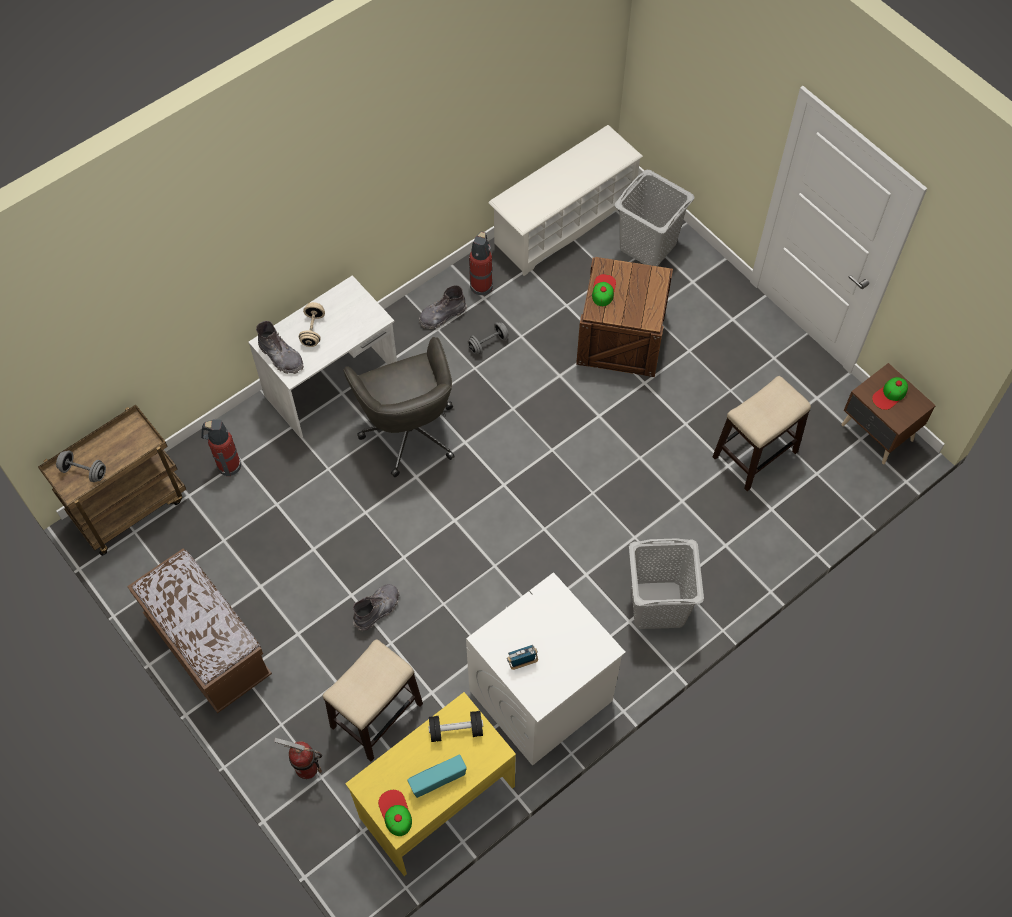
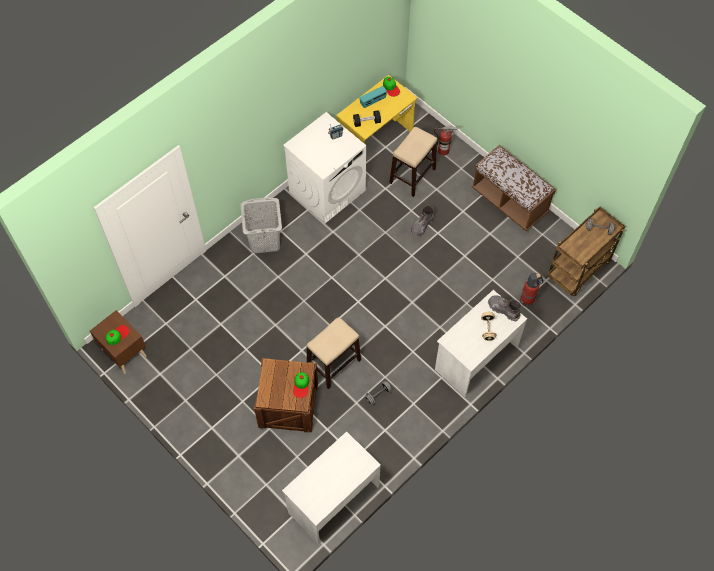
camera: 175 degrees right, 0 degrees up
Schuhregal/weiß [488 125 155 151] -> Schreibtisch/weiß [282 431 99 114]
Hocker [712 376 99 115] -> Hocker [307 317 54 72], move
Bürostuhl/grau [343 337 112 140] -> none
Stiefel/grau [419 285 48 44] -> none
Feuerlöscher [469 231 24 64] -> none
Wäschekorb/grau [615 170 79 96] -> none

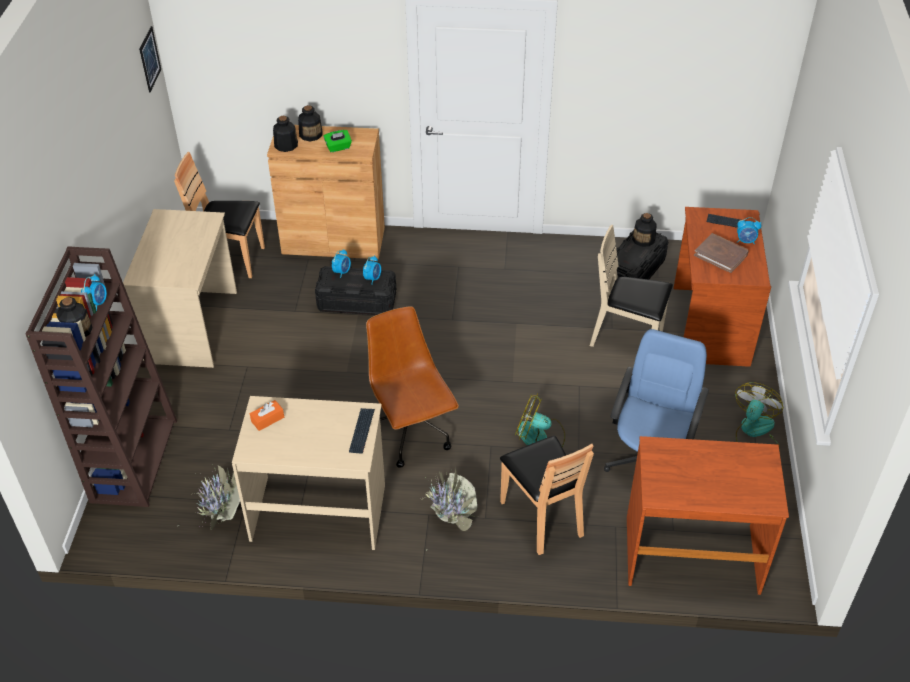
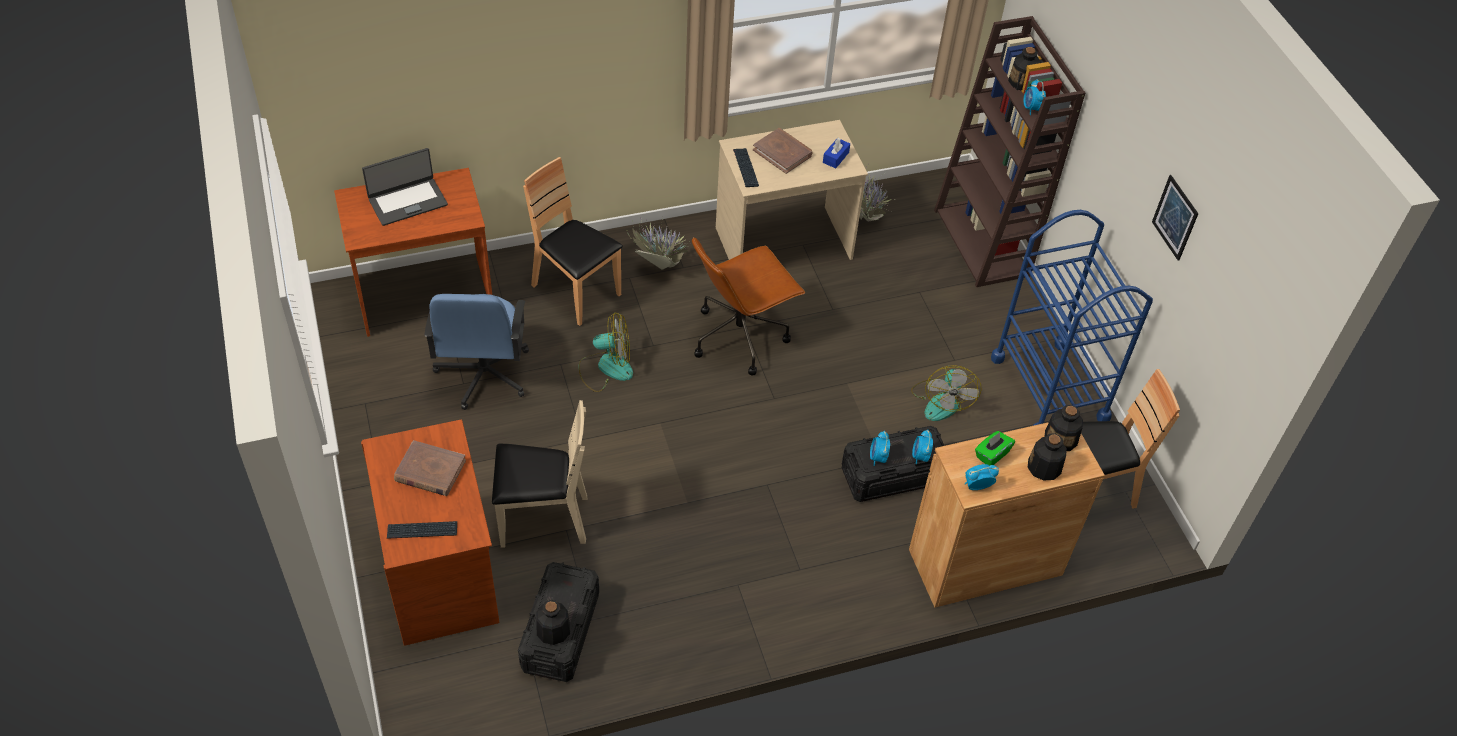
camera: 155 degrees right, 5 degrees up
none -> Laptop [362 148 86 78]
Bürostuhl/braun [366 306 93 162] -> Bürostuhl/braun [692 237 113 139], 105 degrees clockwise
none -> Buch/braun [753 128 60 46]
Taschentuchbox/orange [250 400 34 31] -> Taschentuchbox/blau [823 137 27 31]
Ventilator [735 382 48 65] -> Ventilator [911 365 70 56], move
Wecker [737 217 24 27] -> Wecker [965 464 34 26], move
Schreibtisch/beige [123 209 114 159] -> Rollwagen/blau [991 210 162 216]
Bild [139 26 22 67] -> Bild [1152 175 46 86], move

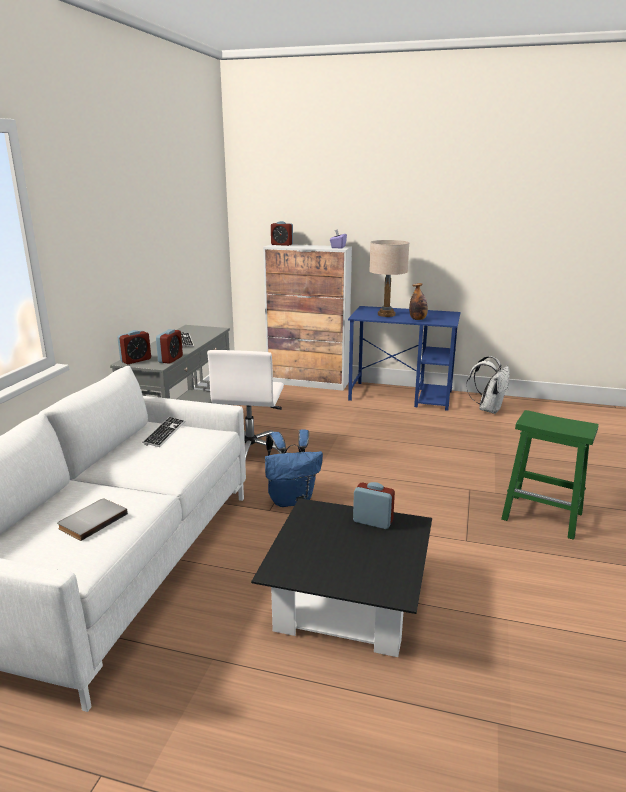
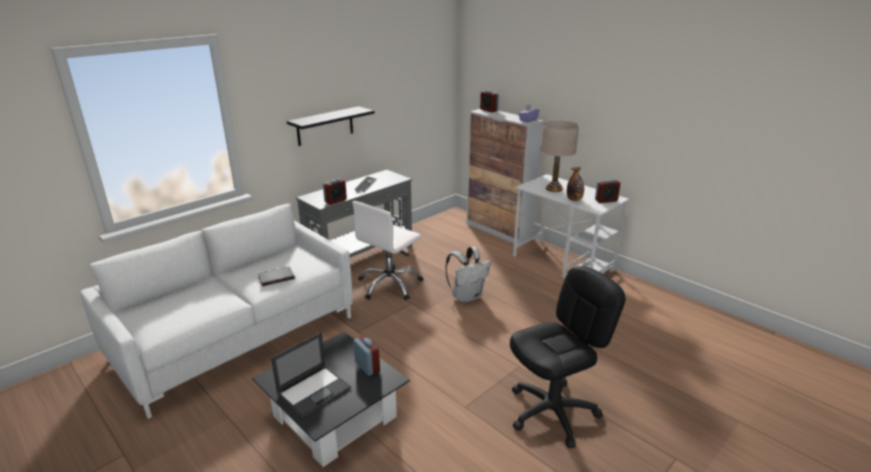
camera: 30 degrees right, 5 degrees up
Buch/grau [57 499 71 42] -> Buch/grau [258 266 37 20], move
none -> Laptop [271 332 80 86]
none -> Wandregal/schwarz [287 106 88 40]
Rucksack/weiß [466 356 44 58] -> Rucksack/weiß [445 247 46 56], move
Hocker/grün [501 410 98 130] -> Bürostuhl/schwarz [510 266 115 182]
Schreibtisch/blau [348 306 112 105] -> Schreibtisch/weiß [513 174 116 104]
Wecker [117 330 34 34] -> Wecker [595 179 25 24], move
Tastatur [142 417 43 30] -> none
Rucksack/blau [265 429 58 78] -> none

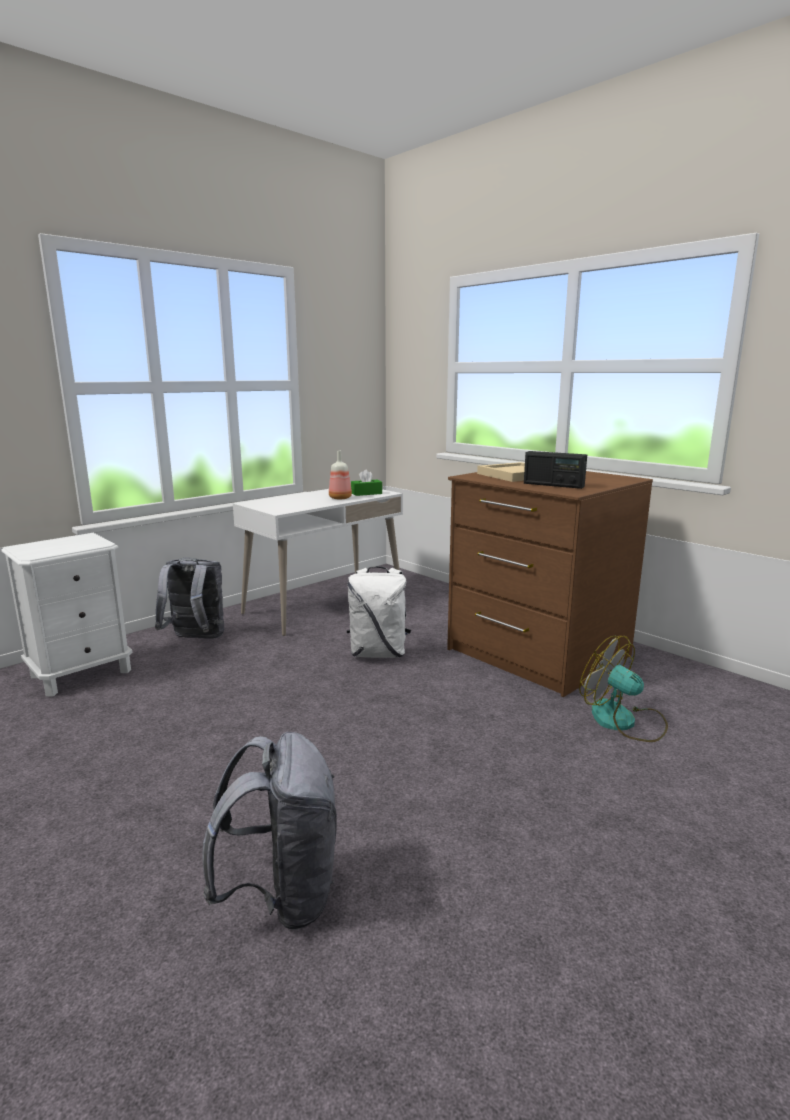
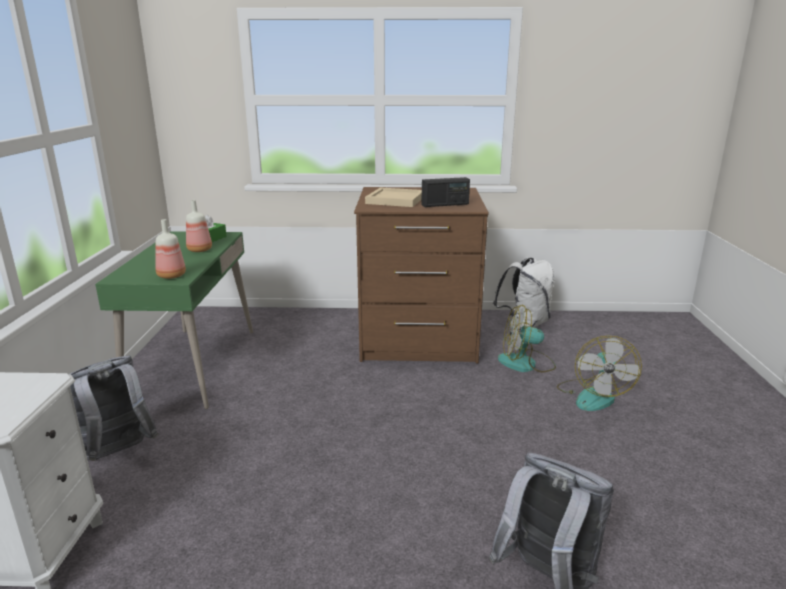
camera: 45 degrees left, 5 degrees up
Schreibtisch/weiß [233 489 170 147] -> Schreibtisch/grün [95 231 158 178]
none -> Flasche [155 219 31 60]
Rucksack/weiß [347 566 64 92] -> Rucksack/weiß [493 258 62 73], move
none -> Ventilator [557 335 85 76]

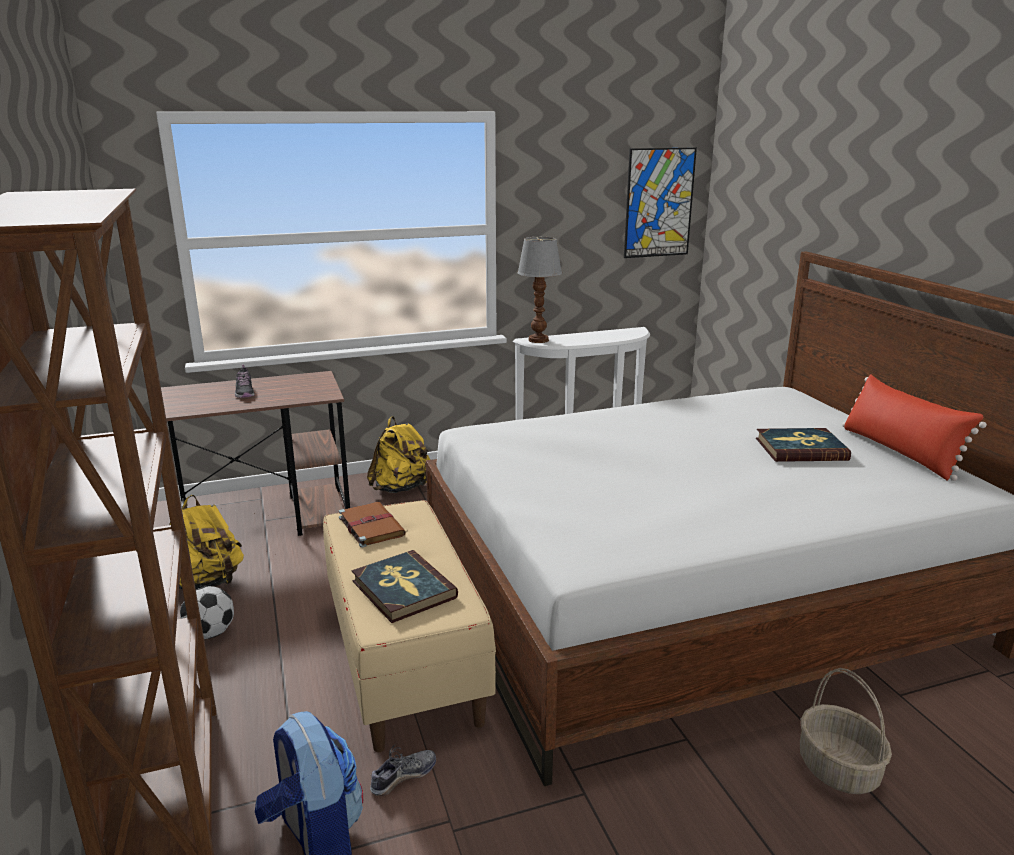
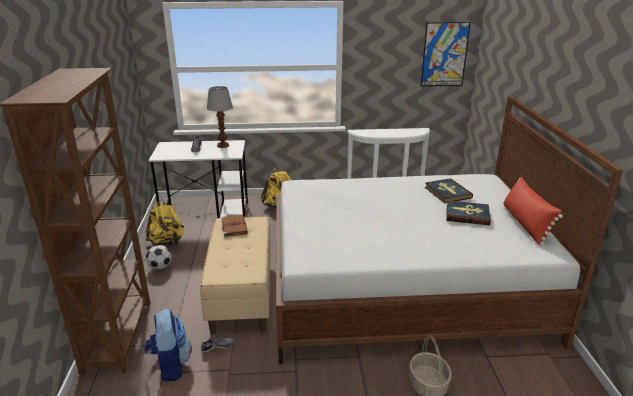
camera: 15 degrees right, 5 degrees up
Schreibtisch/braun [161 371 189 165] -> Schreibtisch/weiß [148 140 100 78]
Tischlampe [517 237 45 106] -> Tischlampe [207 86 26 62], move
Buch [352 550 106 73] -> Buch [425 178 48 25], move

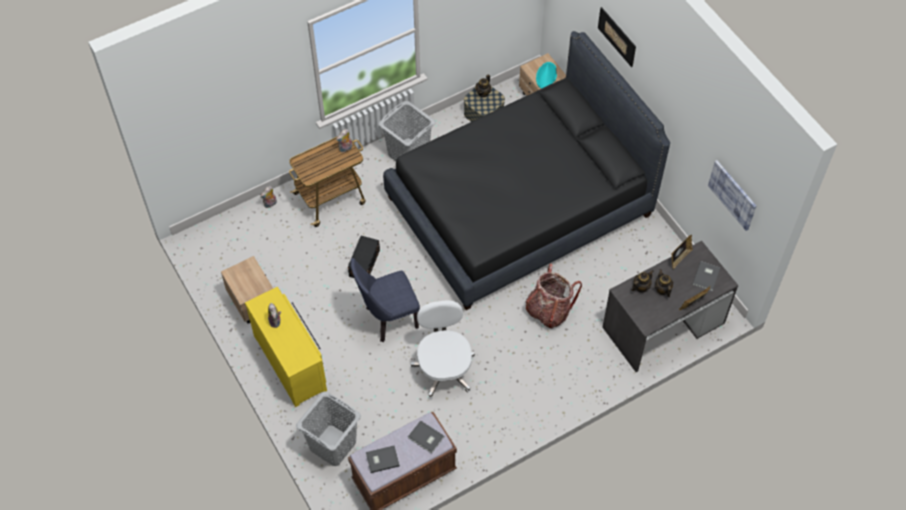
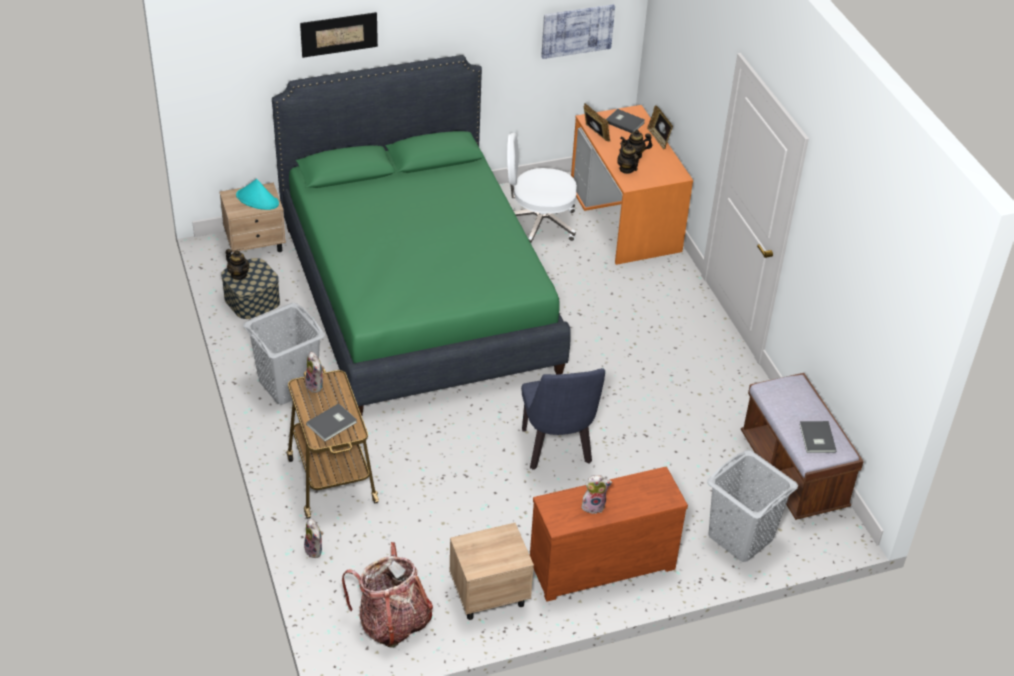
camera: 80 degrees left, 15 degrees down
Bett/schwarz [383 31 287 279] -> Bett/grün [272 55 299 361]
Buch/grau [408 420 37 34] -> Buch/grau [306 403 51 38], move
Rucksack [526 264 56 64] -> Rucksack [342 542 91 106], move
Bürostuhl/weiß [410 300 65 98] -> Bürostuhl/weiß [507 133 70 112], move
Kommode/gelb [245 287 82 120] -> Kommode/braun [530 467 158 135]
Schreibtisch/grau [602 241 136 131] -> Schreibtisch/orange [571 105 122 160]
Aufbewahrungsbox/schwarz [348 236 32 42] -> none

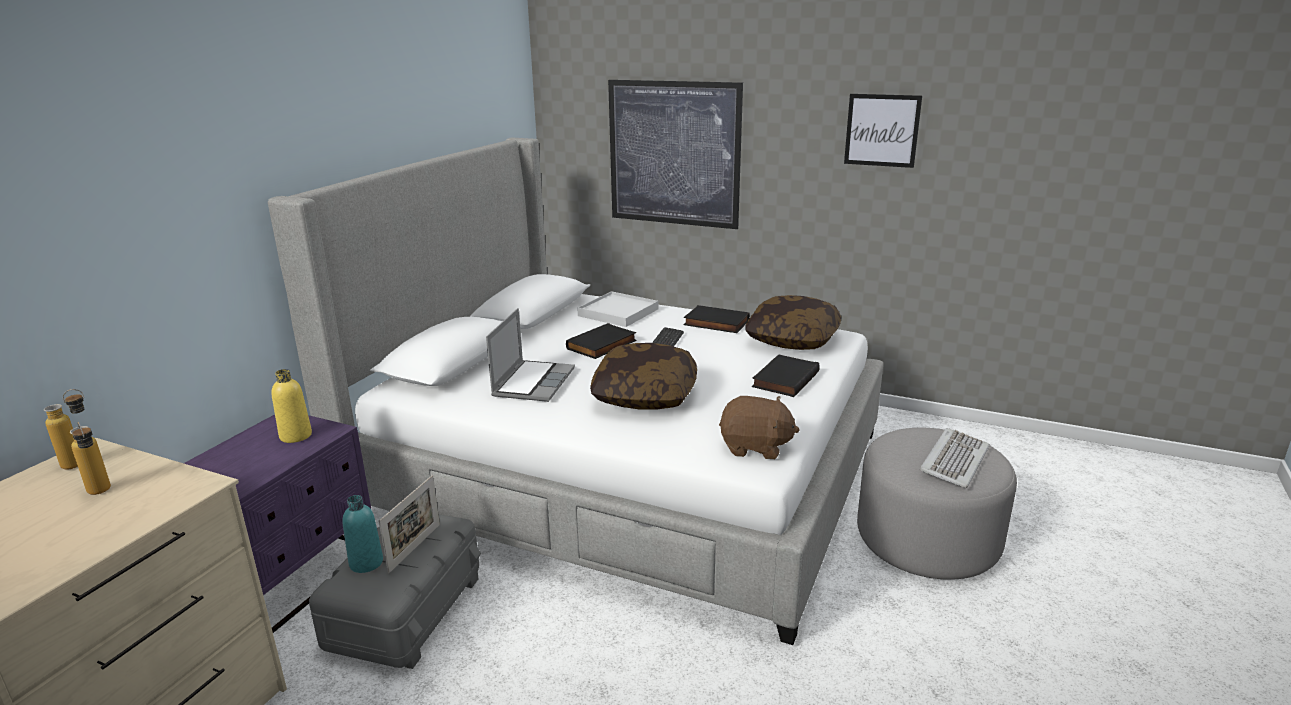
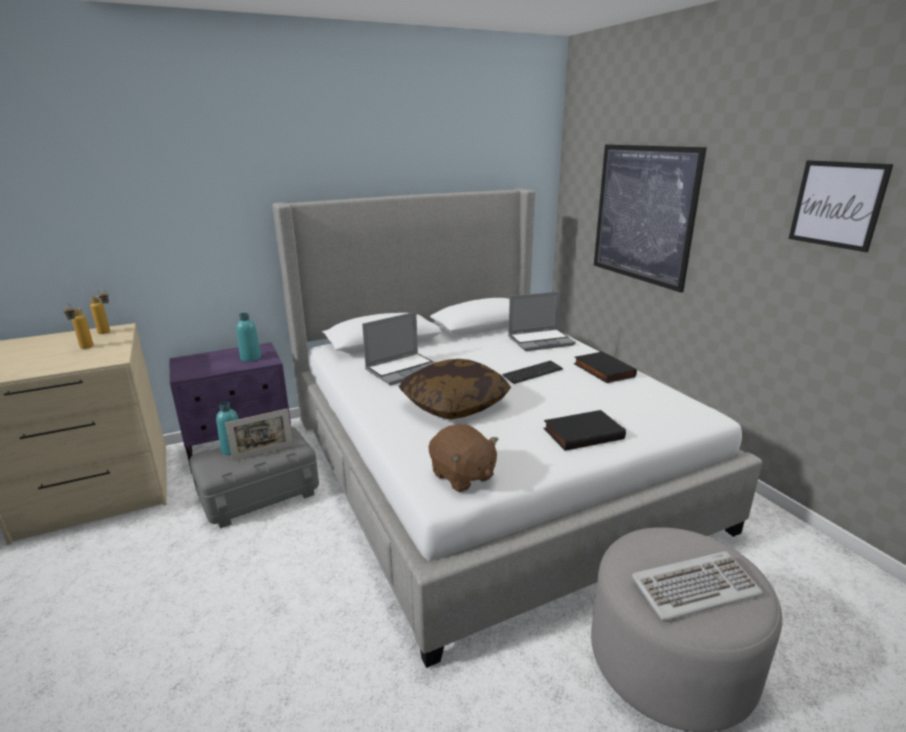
camera: 40 degrees right, 0 degrees up
Flasche/gelb [271 369 41 74] -> Flasche/türkis [236 313 25 49]
Tablett/weiß [577 291 81 36] -> Laptop [508 291 68 60]
Buch/schwarz [566 323 71 36] -> none
Kissen [745 295 96 55] -> none

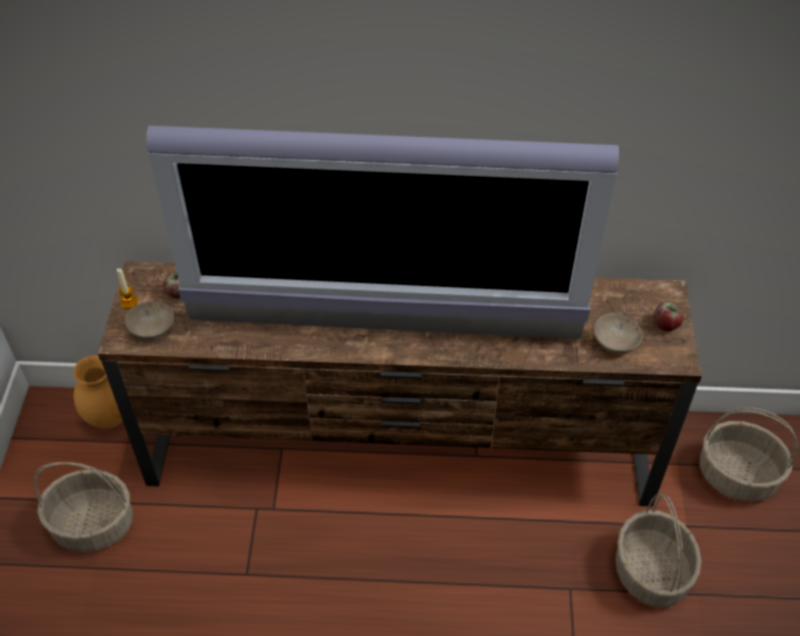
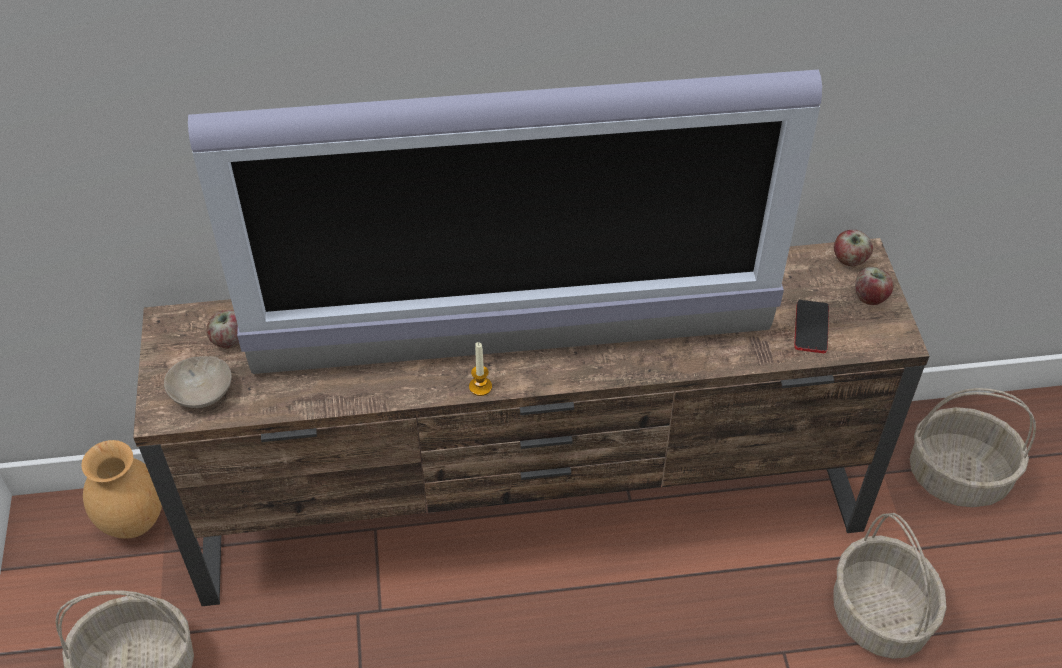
camera: 10 degrees left, 0 degrees up
Kerze [117 268 21 41] -> Kerze [469 342 23 54], move
Schüssel/beige [594 313 49 40] -> Handy [794 300 35 53]
none -> Apfel [834 230 39 36]

